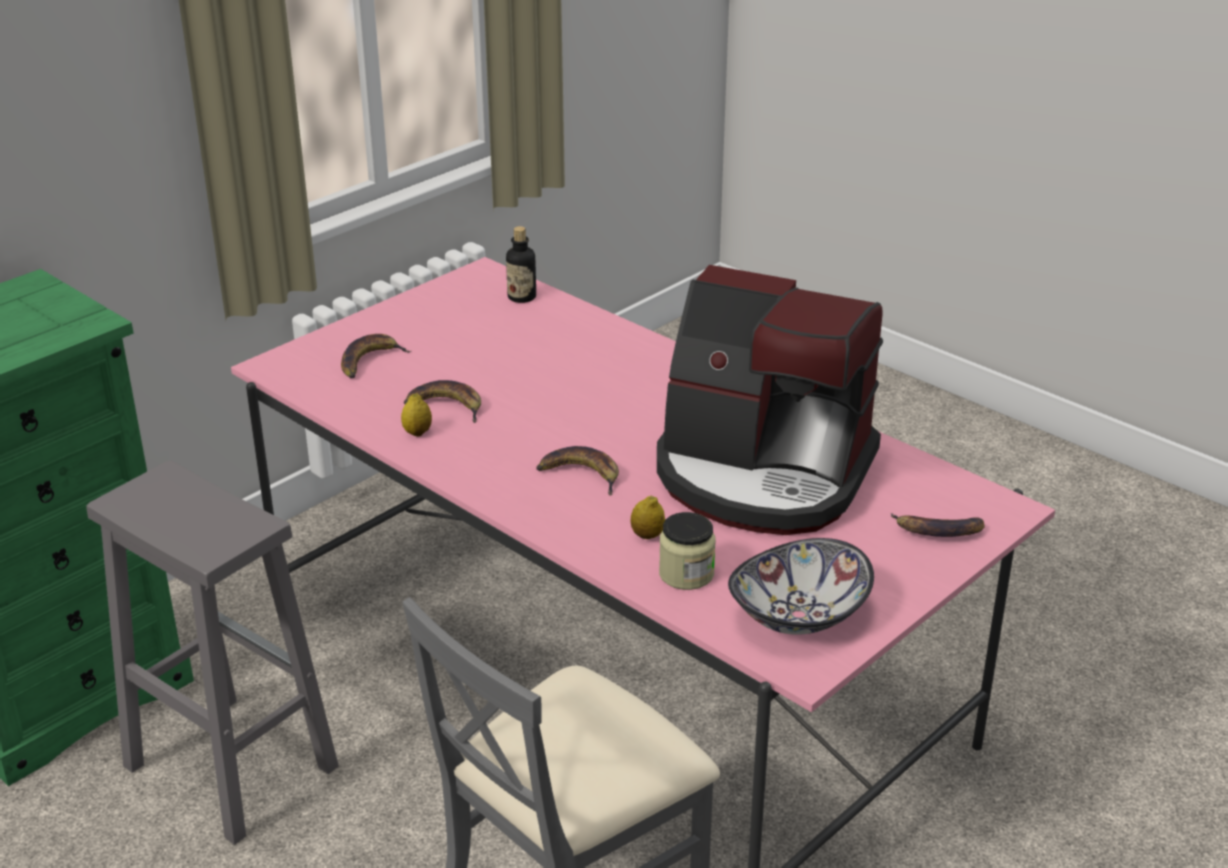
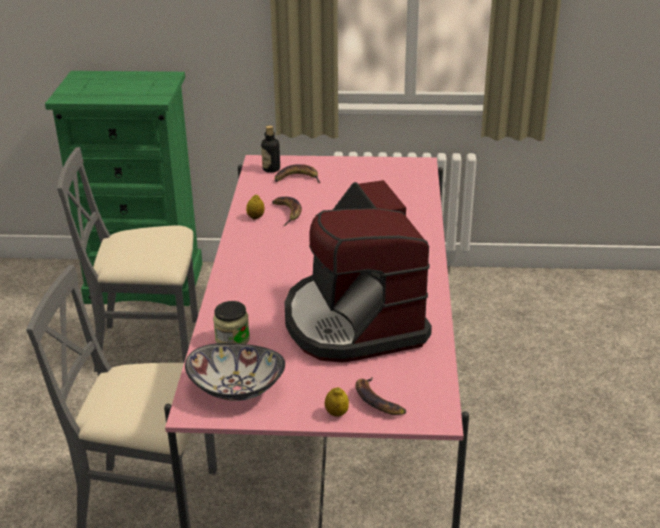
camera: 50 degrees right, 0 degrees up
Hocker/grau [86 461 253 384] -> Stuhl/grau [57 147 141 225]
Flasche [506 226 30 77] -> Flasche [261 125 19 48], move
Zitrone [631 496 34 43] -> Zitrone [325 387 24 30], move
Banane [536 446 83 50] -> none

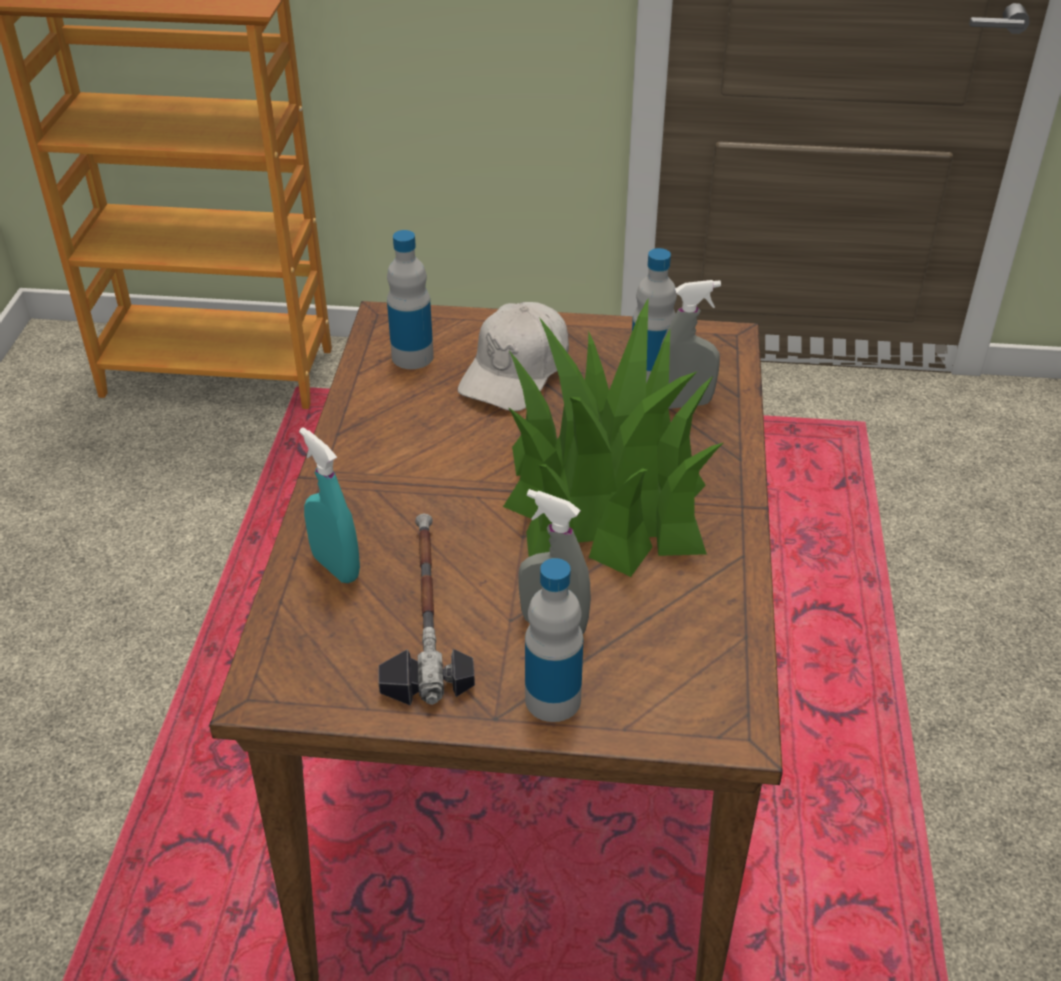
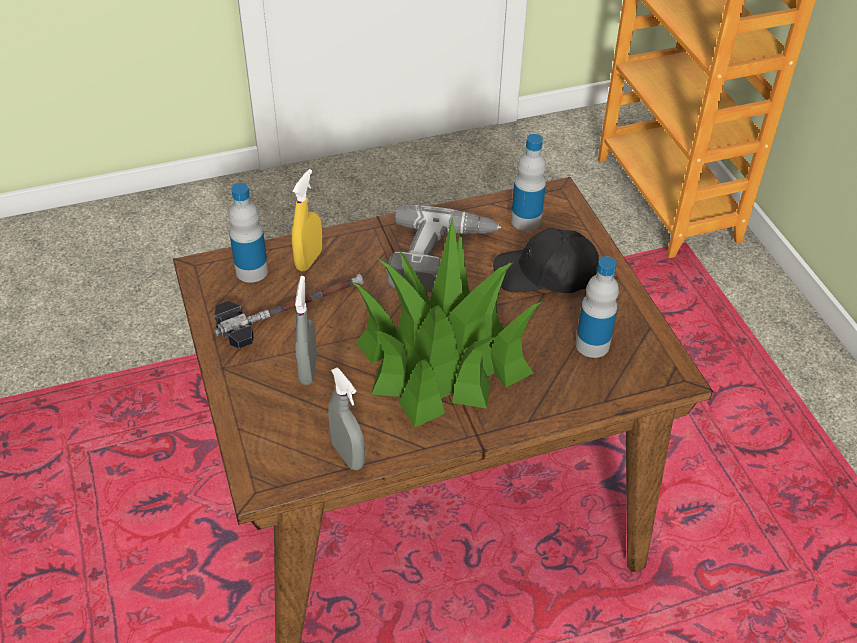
camera: 65 degrees right, 5 degrees up
Flasche [525 558 58 164] -> Flasche [229 183 39 100], move
Sprühflasche/türkis [299 428 61 155] -> Sprühflasche/gelb [292 169 30 103]
Sprühflasche/grau [660 280 61 129] -> Sprühflasche/grau [328 368 37 102], move
none -> Bohrmaschine [386 205 115 87]
Kappe/weiß [458 302 111 109] -> Kappe/schwarz [493 227 106 66]

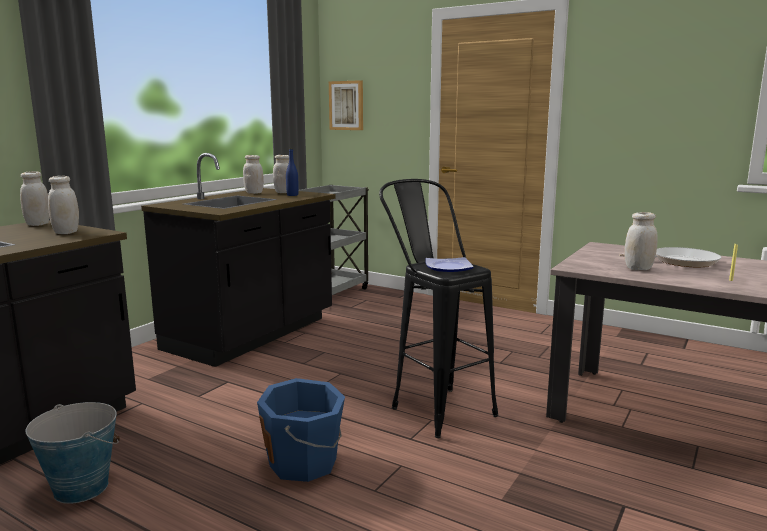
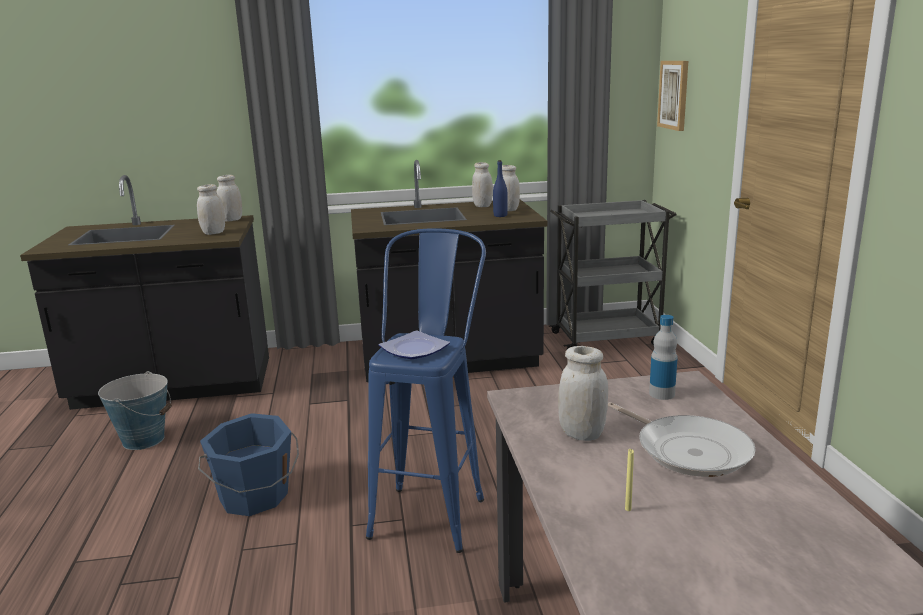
camera: 50 degrees right, 5 degrees up
Hocker/schwarz [379 179 119 259] -> Hocker/blau [366 228 120 325]
none -> Flasche [649 315 29 85]

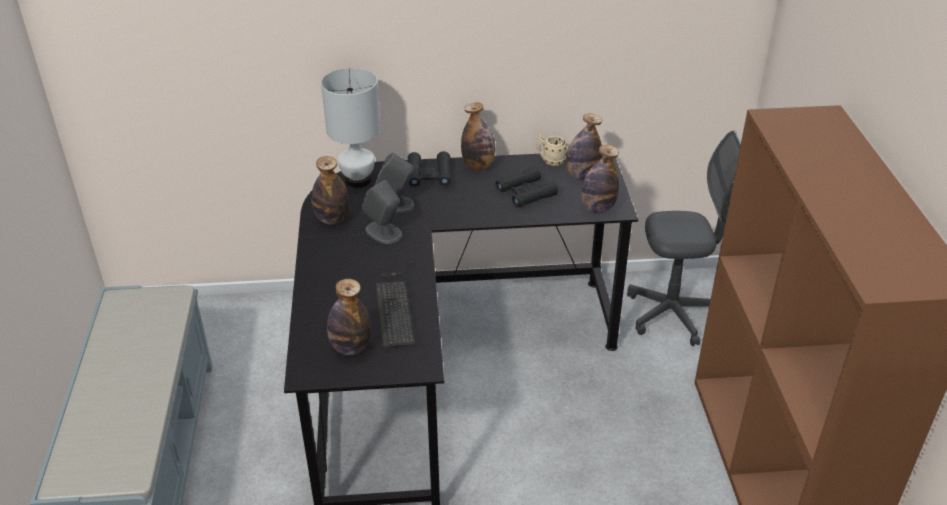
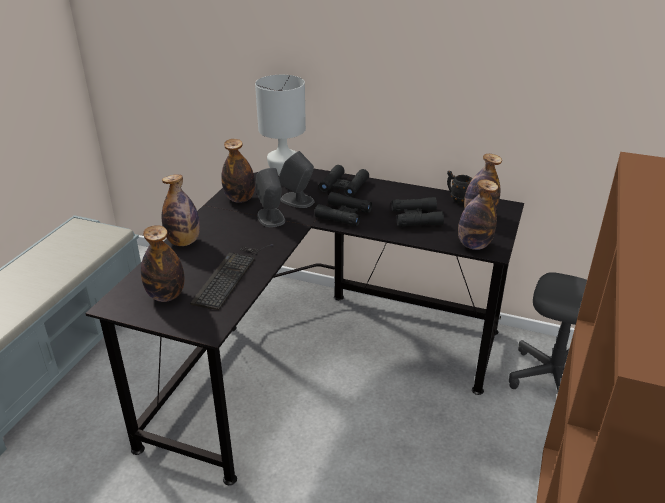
camera: 25 degrees right, 5 degrees down
Flasche [461 103 34 67] -> Flasche [162 174 38 72], move
none -> Fernglas/schwarz [315 192 57 34]
Henkelbecher/beige [536 135 31 31] -> Henkelbecher/schwarz [447 171 25 32]

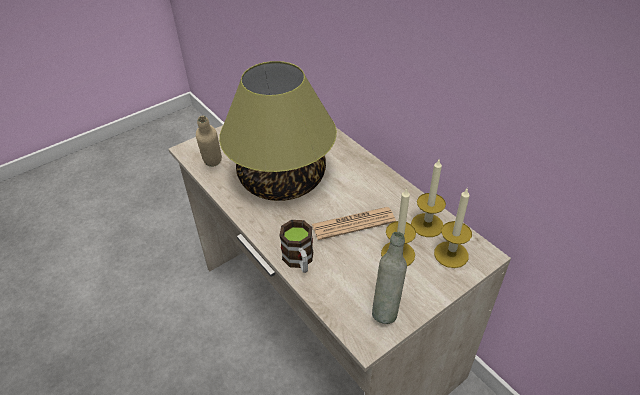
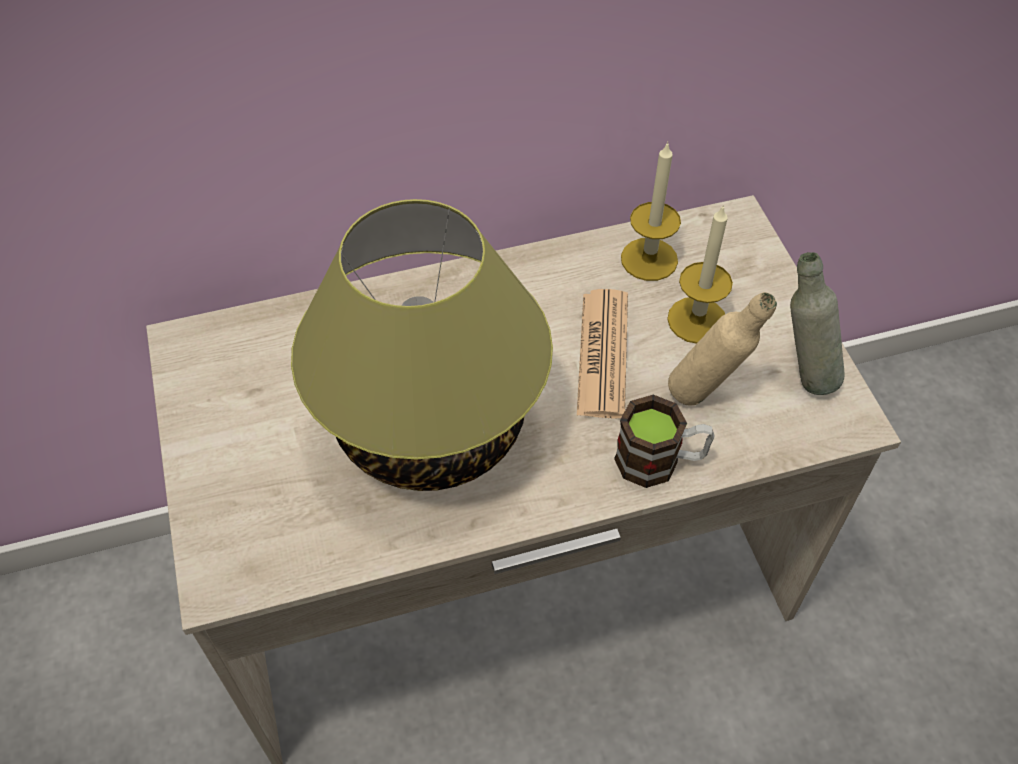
camera: 70 degrees left, 10 degrees up
Flasche/beige [196 116 26 51] -> Flasche/beige [668 292 109 113], move
Kerze [434 189 38 79] -> none

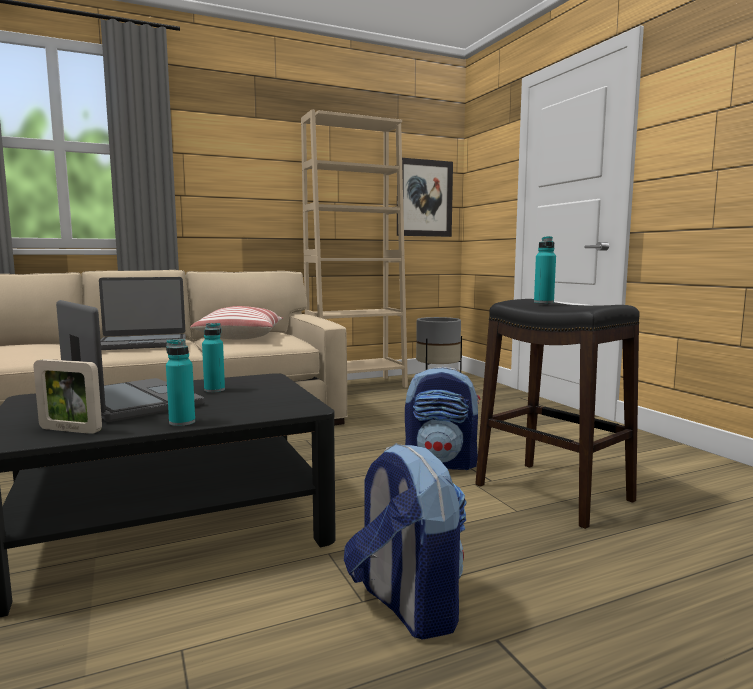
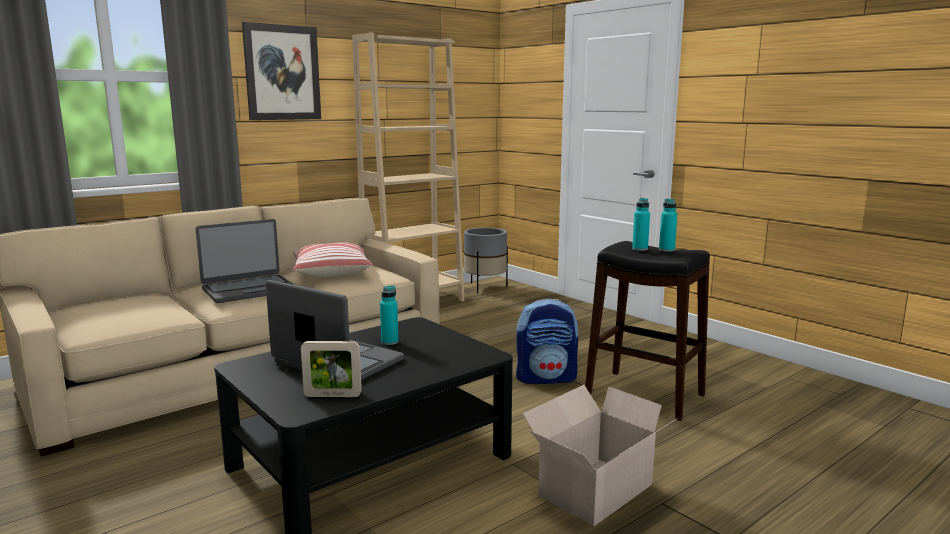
camera: 15 degrees left, 5 degrees up
Bild [397 158 56 79] -> Bild [242 22 79 98], move
Rucksack [344 443 123 197] -> Karton [522 385 156 141]
Flasche/türkis [166 339 29 87] -> Flasche/türkis [659 198 18 54], move

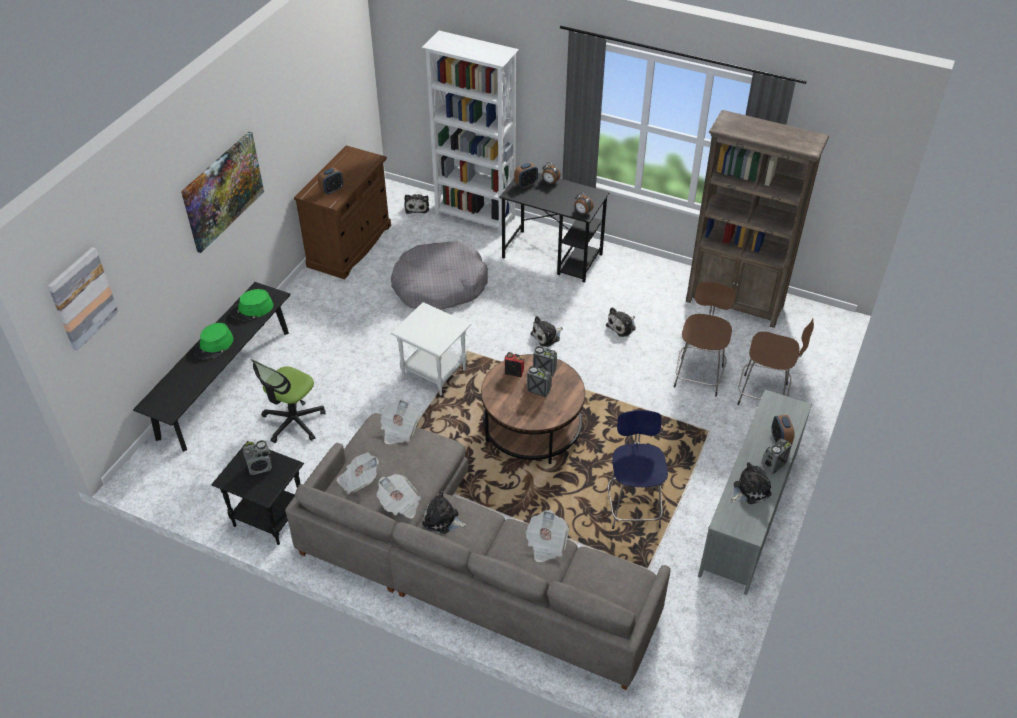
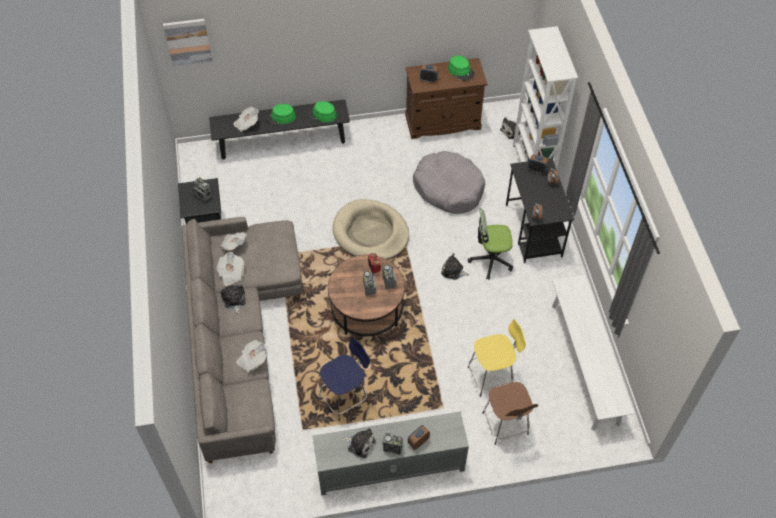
camera: 55 degrees right, 10 degrees up
Zeitung [380 399 39 45] -> Zeitung [233 107 26 25], move
Beistelltisch/weiß [391 302 80 94] -> Hundebett/beige [333 199 76 61]
none -> Hut/grün [448 55 27 25]
Bürostuhl [251 359 75 84] -> Bürostuhl [468 208 45 72], move
Hocker/braun [674 282 61 114] -> Hocker/gelb [468 319 58 78]
Bücherregal/braun [686 110 143 218] -> Bank/weiß [552 275 82 156]
Bild [181 132 83 121] -> none
Plüschtier [606 307 30 30] -> none

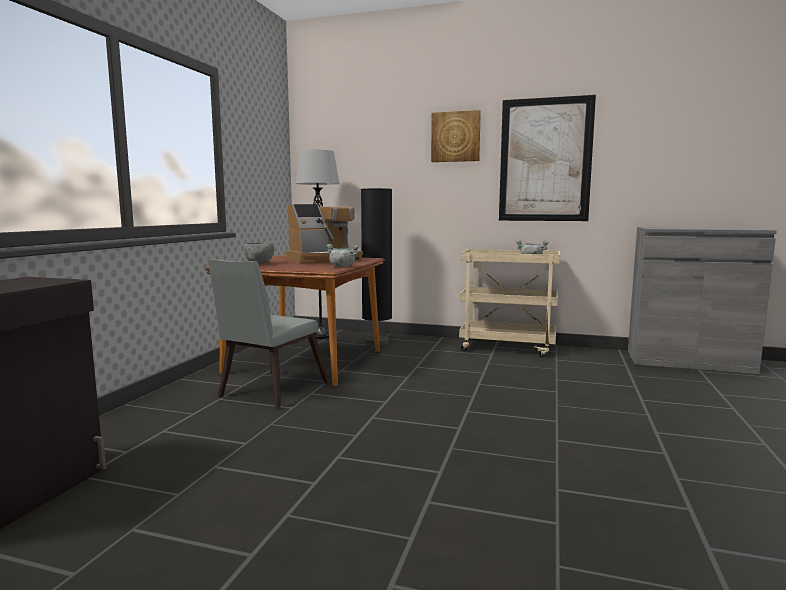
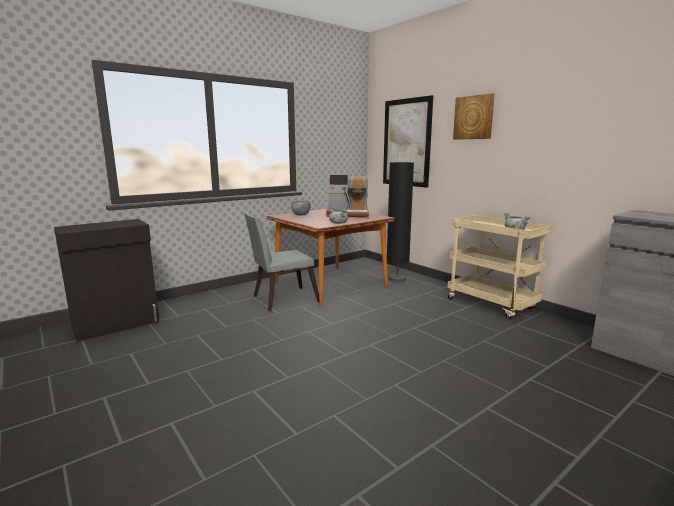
camera: 35 degrees right, 5 degrees up
Bild [499 95 97 126] -> Bild [383 95 50 93], move
Stehlampe/grau [295 149 45 190] -> none

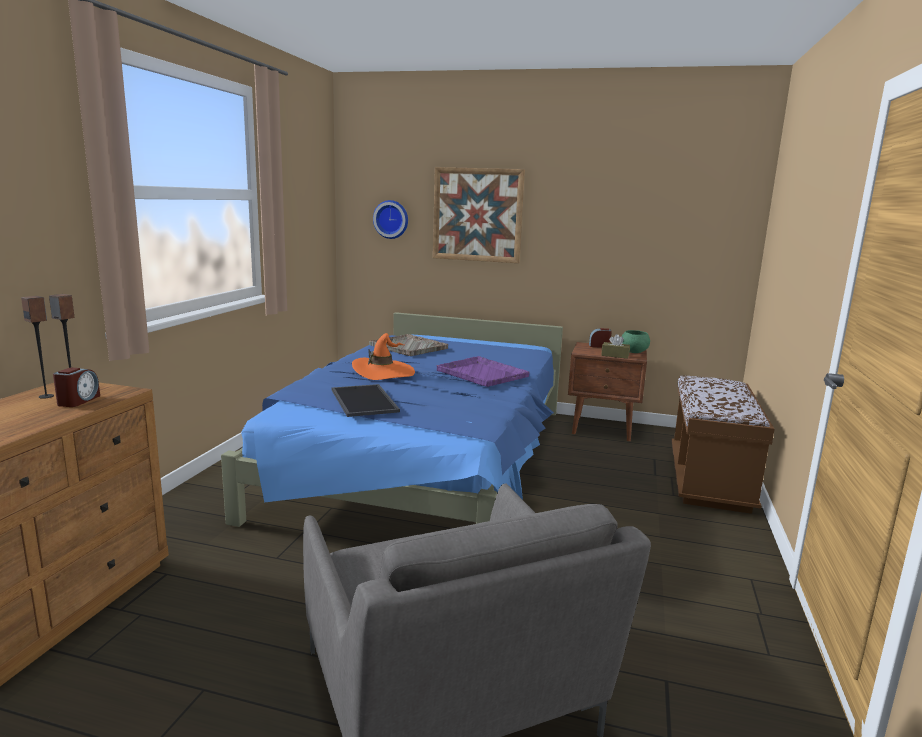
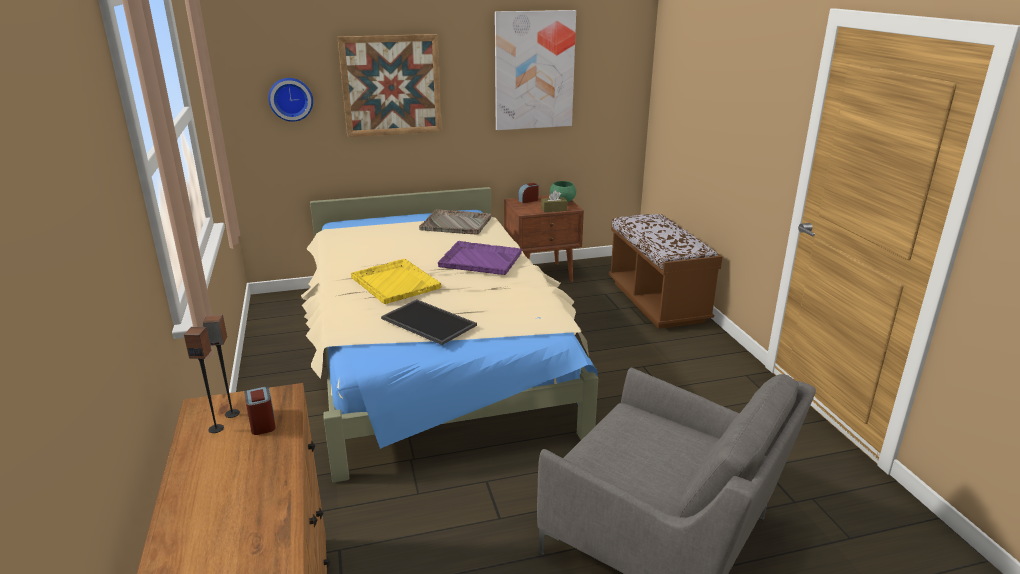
camera: 30 degrees left, 10 degrees up
Bett/blau [221 312 342 215] -> Bett/beige [301 187 297 296]
Hut/orange [352 333 63 47] -> Tablett/gelb [351 259 90 45]
Tablett/grau [369 334 79 22] -> Tablett/grau [419 209 73 26], move
none -> Bild [495 10 81 120]

